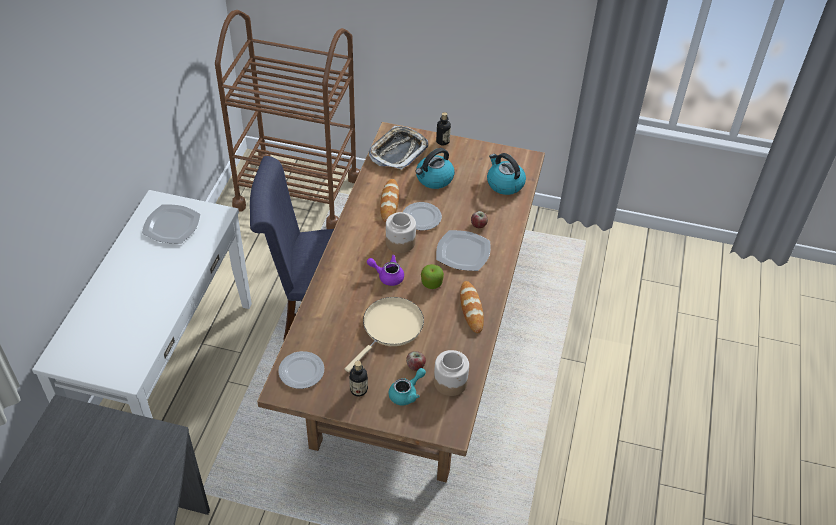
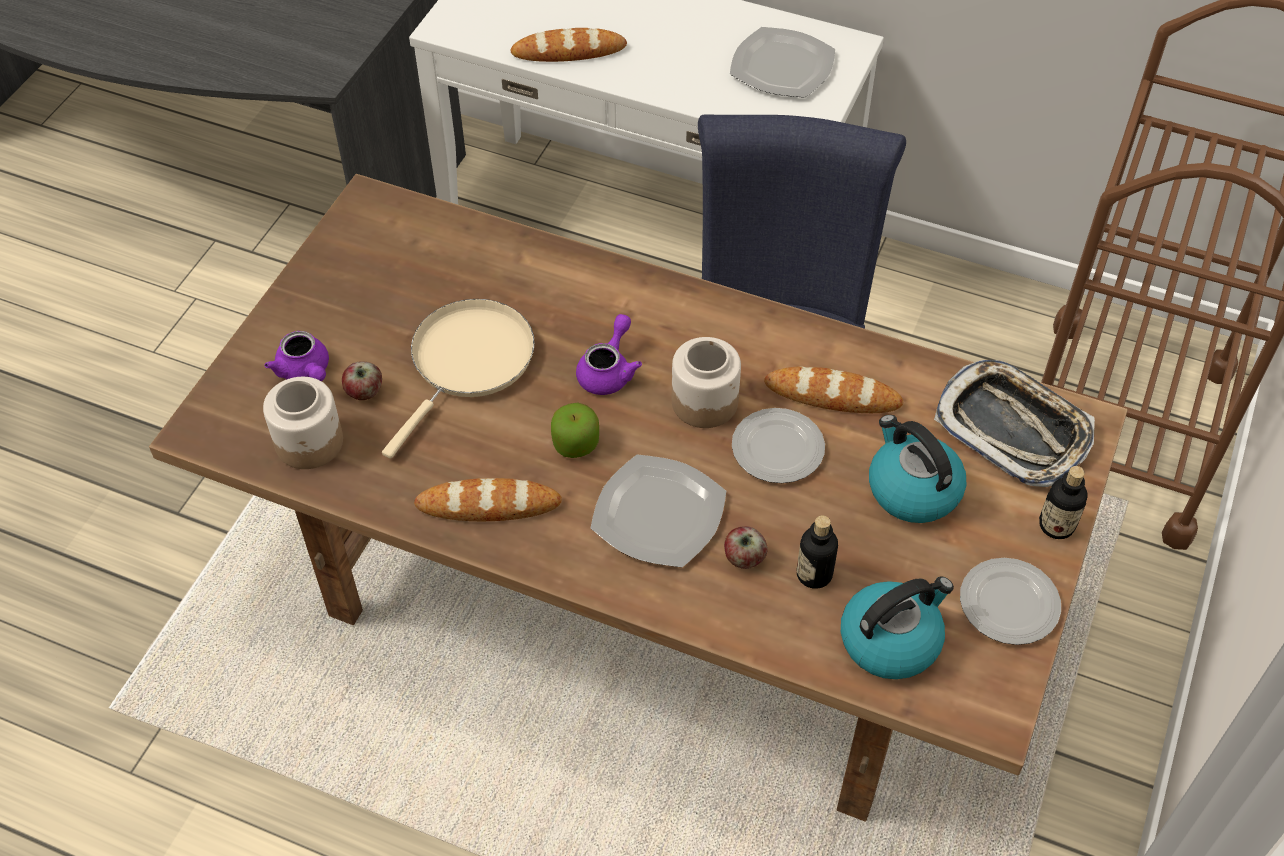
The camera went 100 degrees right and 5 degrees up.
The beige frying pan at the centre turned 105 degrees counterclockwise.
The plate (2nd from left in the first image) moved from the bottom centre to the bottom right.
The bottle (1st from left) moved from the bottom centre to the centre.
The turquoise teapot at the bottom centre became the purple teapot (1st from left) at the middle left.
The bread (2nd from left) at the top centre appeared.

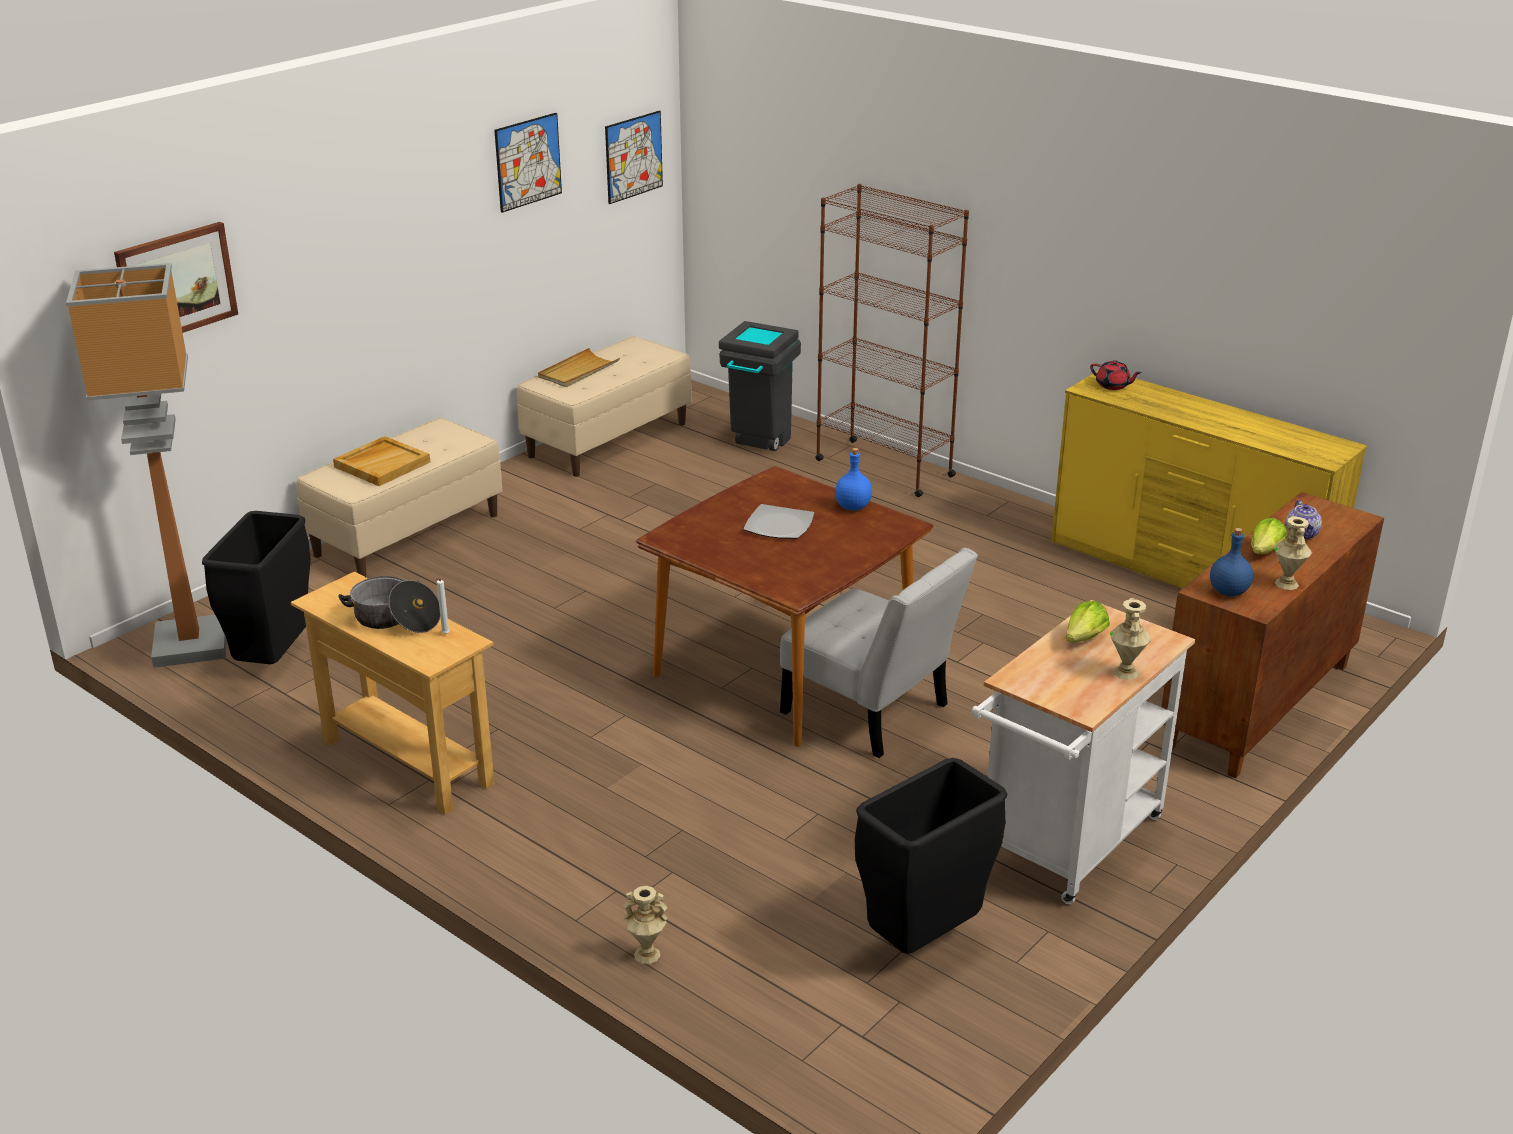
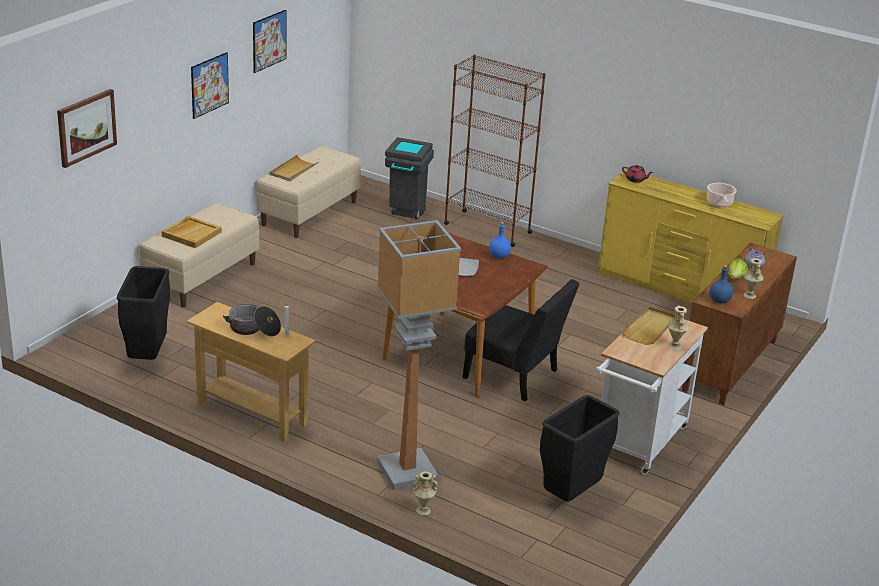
The camera went 10 degrees left and 0 degrees up.
The picture (3rd from left in the first image) moved from the top centre to the top left.
The floor lamp moved from the middle left to the centre.
The white chair at the centre became the black chair at the centre.
The lettuce (1st from left) at the middle right was replaced by the beige tray (3rd from left) at the middle right.
The cooking pot (2nd from left) at the top right appeared.

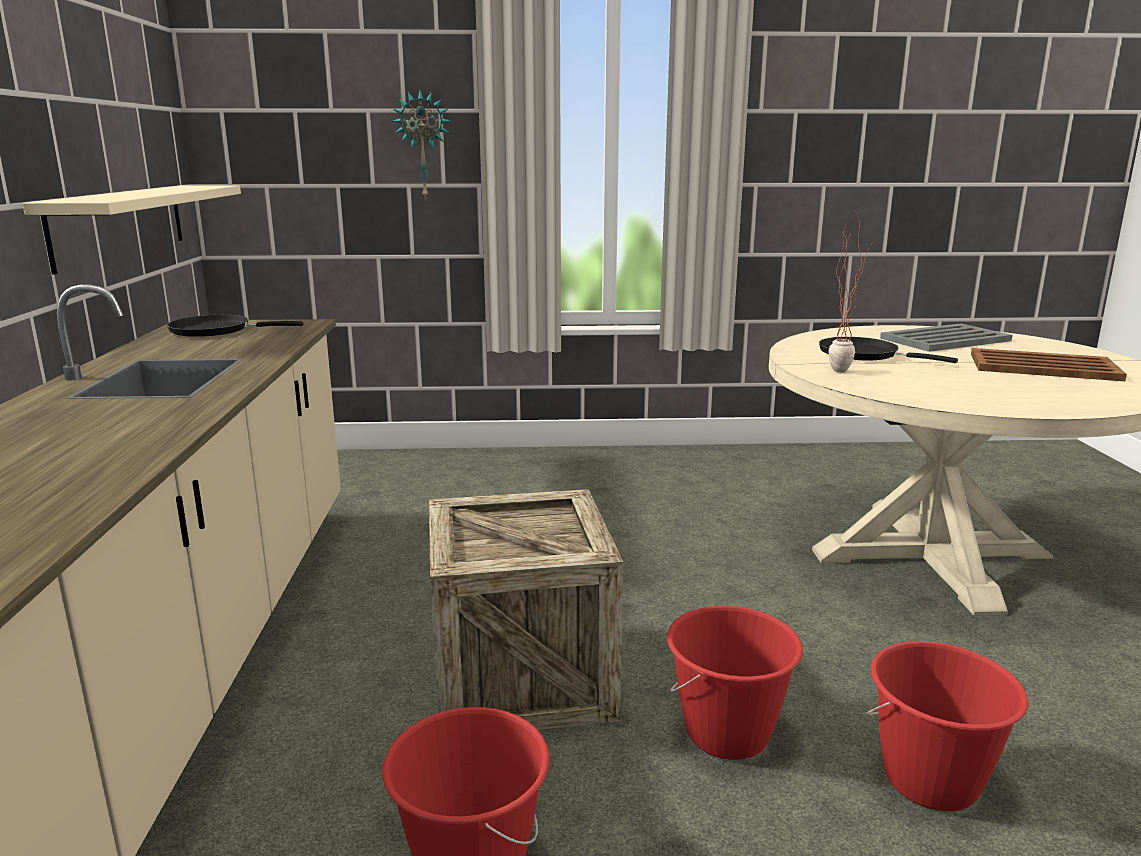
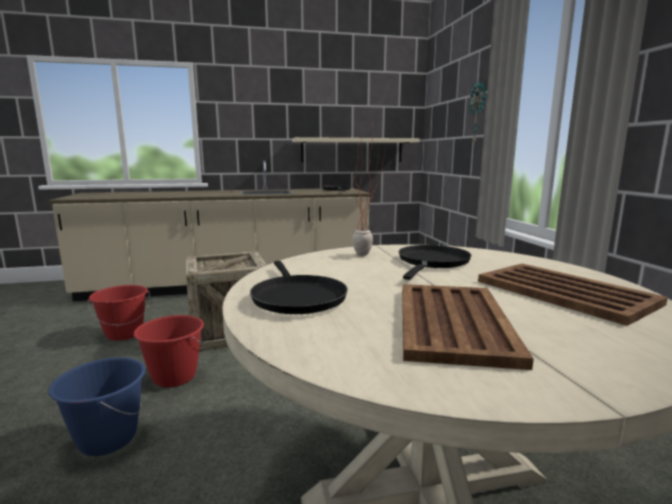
The camera went 80 degrees right and 5 degrees down.
The grey tray at the middle right became the brown tray (2nd from left) at the middle right.
The red bucket (3rd from left) at the bottom right became the blue bucket at the bottom left.
The black frying pan (1st from left) at the centre appeared.

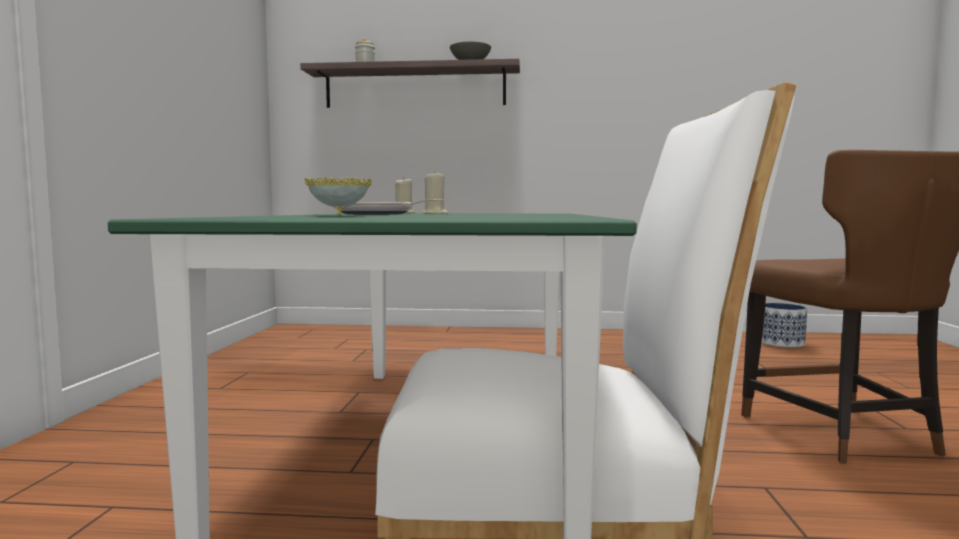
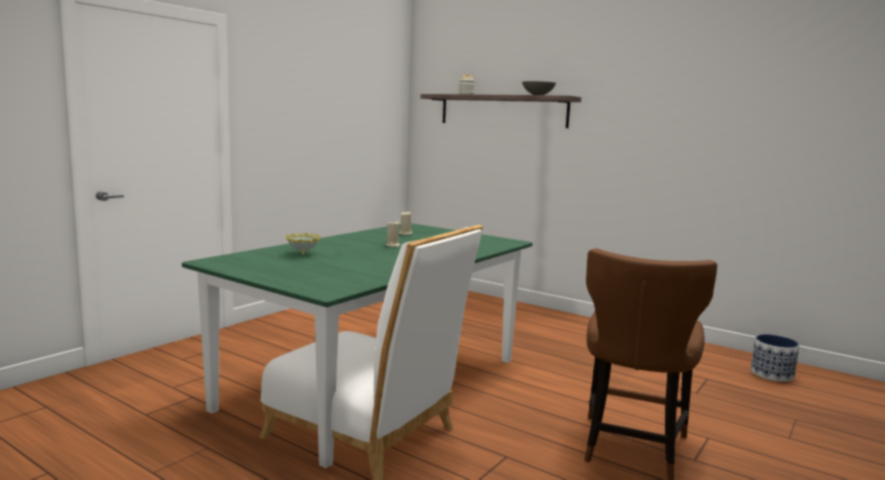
The camera went 30 degrees right and 5 degrees up.
The frying pan at the centre disappeared.

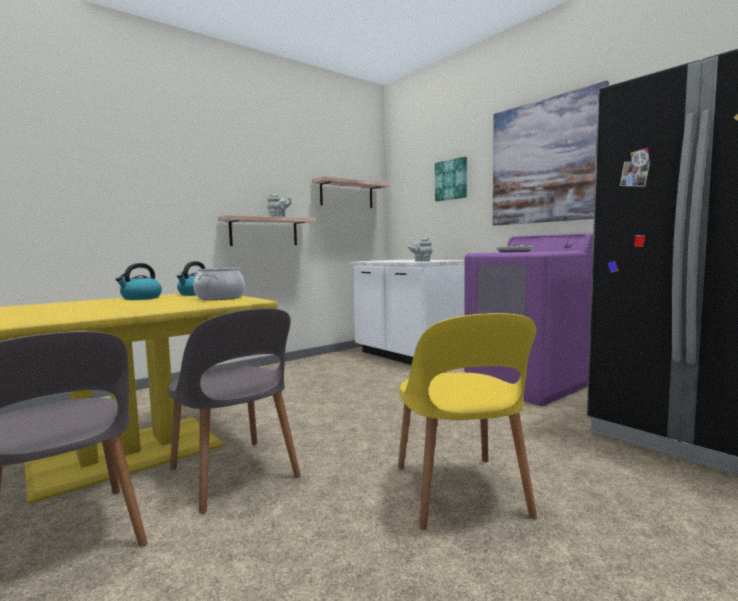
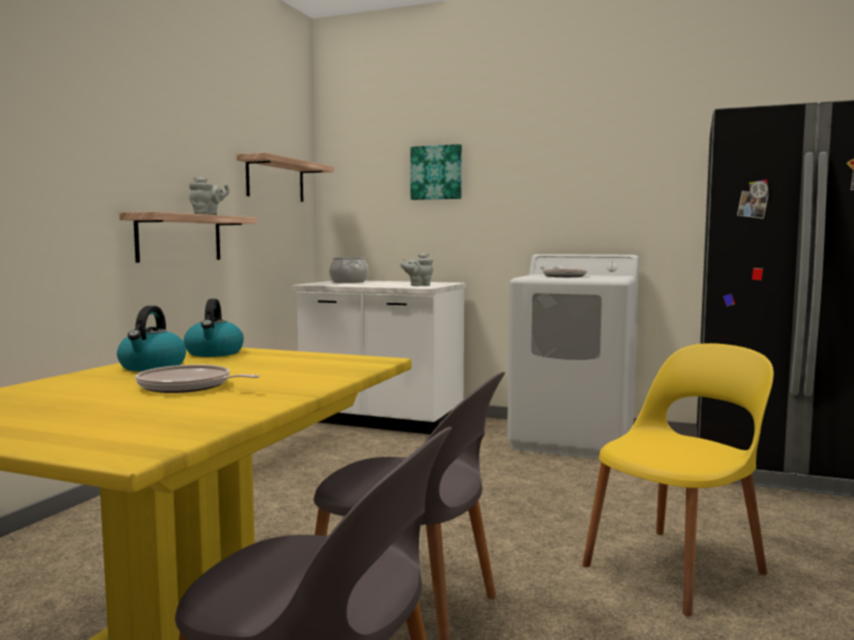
The camera went 30 degrees left and 0 degrees up.
The picture (2nd from left) at the top right disappeared.
The purple washing machine at the middle right became the white washing machine at the middle right.
The cooking pot moved from the middle left to the centre.
The yellow chair at the bottom centre turned 90 degrees counterclockwise.
The frying pan (1st from left) at the middle left appeared.

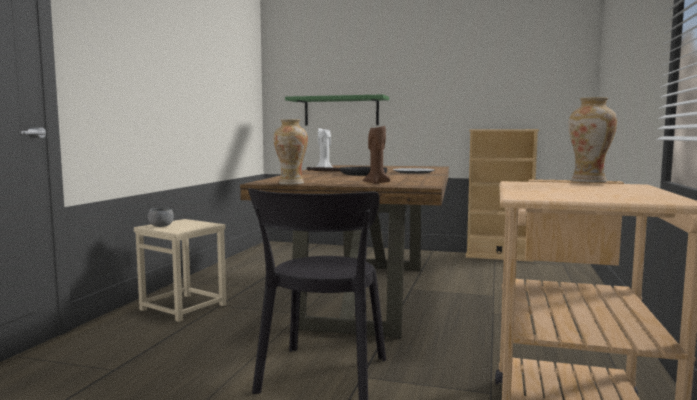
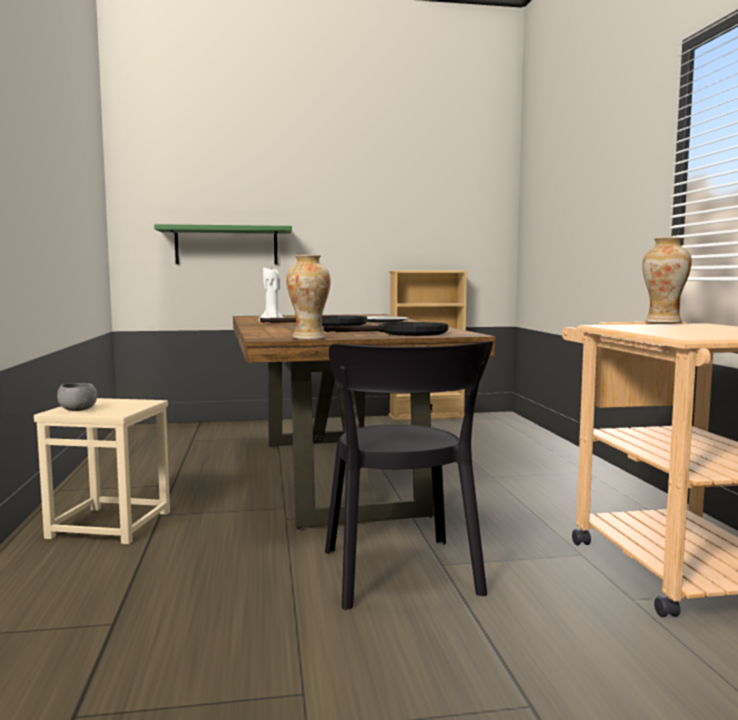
The camera went 25 degrees left and 0 degrees up.
The brown candle at the centre was replaced by the black frying pan (2nd from left) at the centre.

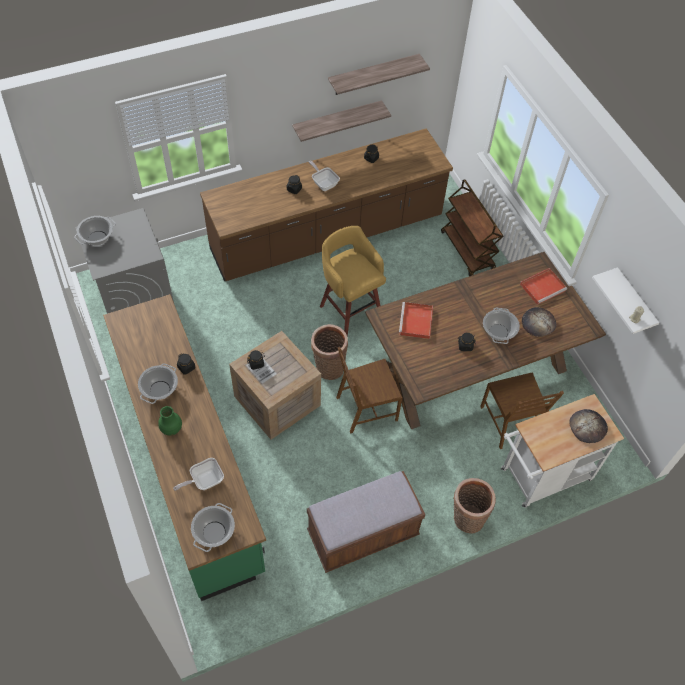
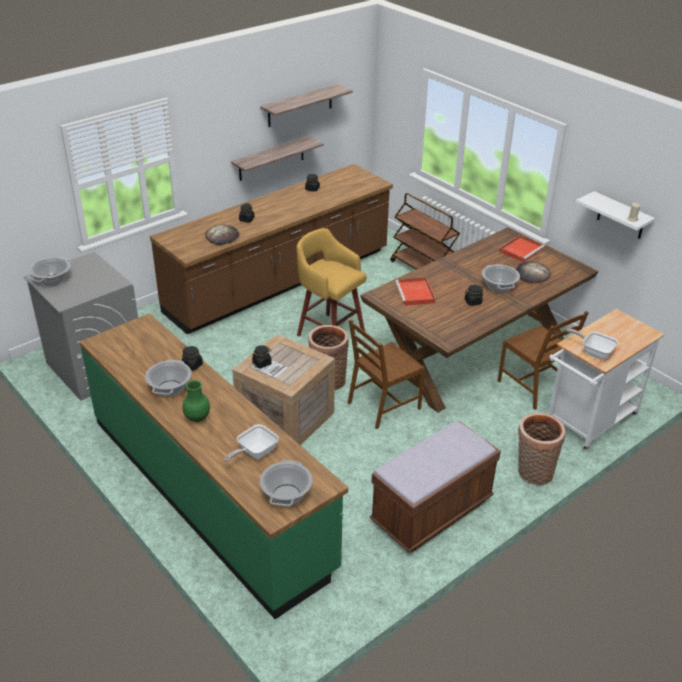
The camera went 15 degrees left and 20 degrees down.
The frying pan (2nd from left) moved from the top centre to the middle right.
The bread (2nd from left in the first image) moved from the middle right to the middle left.

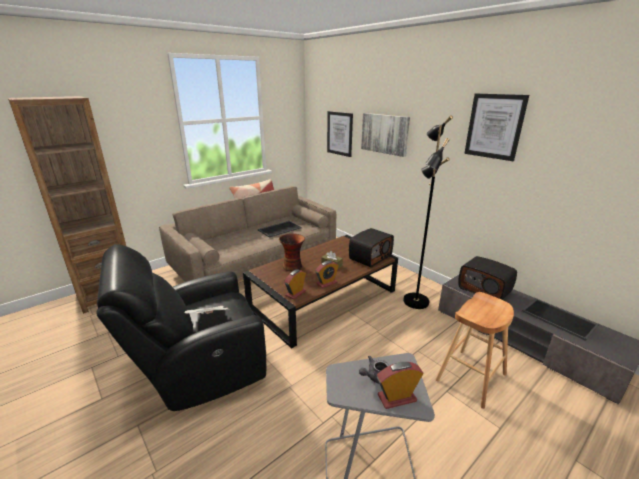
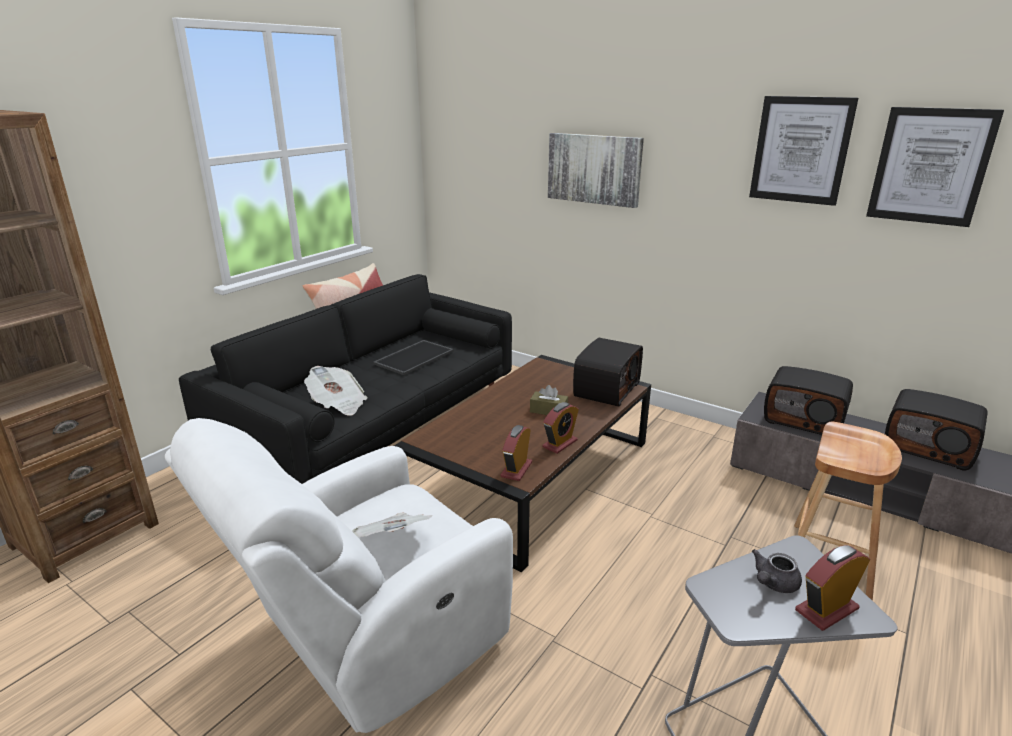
The camera went 15 degrees left and 0 degrees up.
The picture (1st from left in the first image) moved from the top centre to the top right.
The black floor lamp at the middle right disappeared.
The beige sofa at the centre became the black sofa at the centre.
The vase at the centre disappeared.
The black armchair at the bottom left became the white armchair at the bottom centre.
The tray (2nd from left) at the middle right was replaced by the radio (3rd from left) at the middle right.
The newspaper (1st from left) at the middle left appeared.

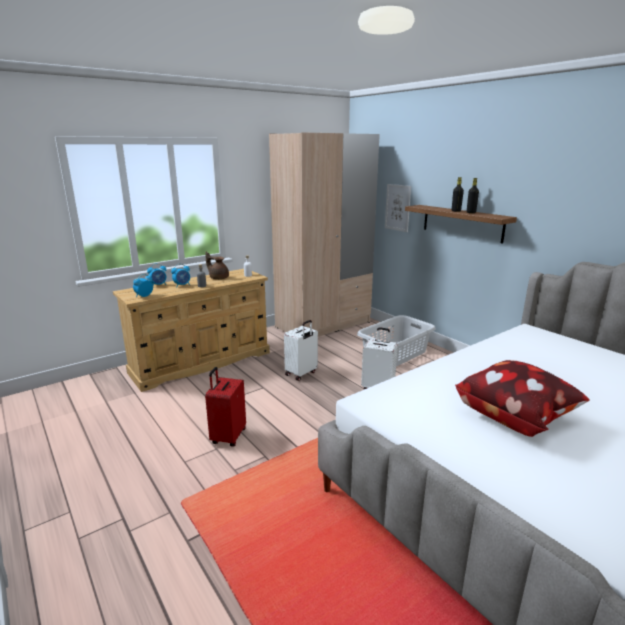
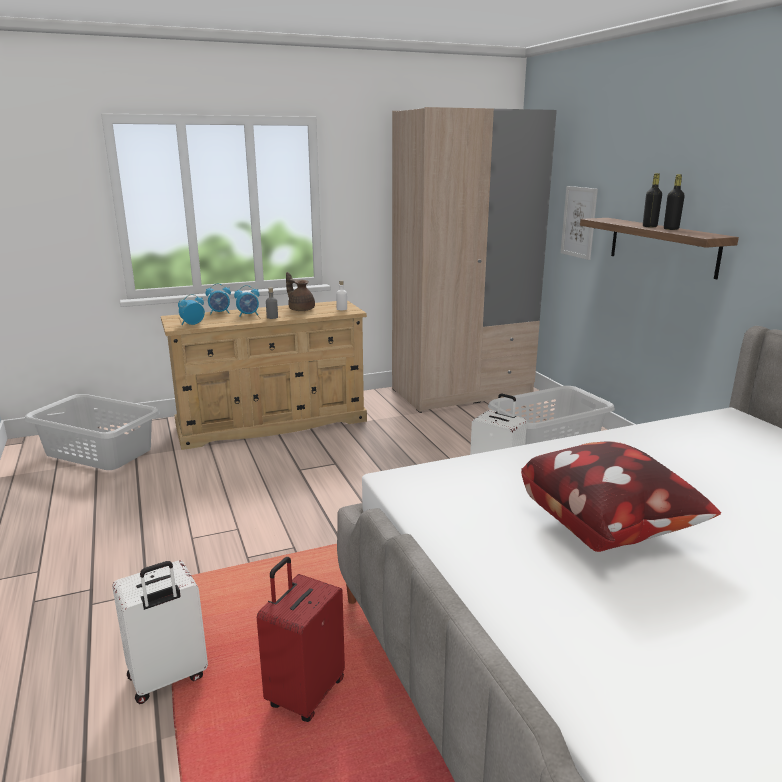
The camera went 15 degrees right and 0 degrees up.
The white suitcase (1st from left) moved from the centre to the bottom left.
The red suitcase moved from the centre to the bottom centre.
The grey laundry basket (1st from left) at the middle left appeared.

